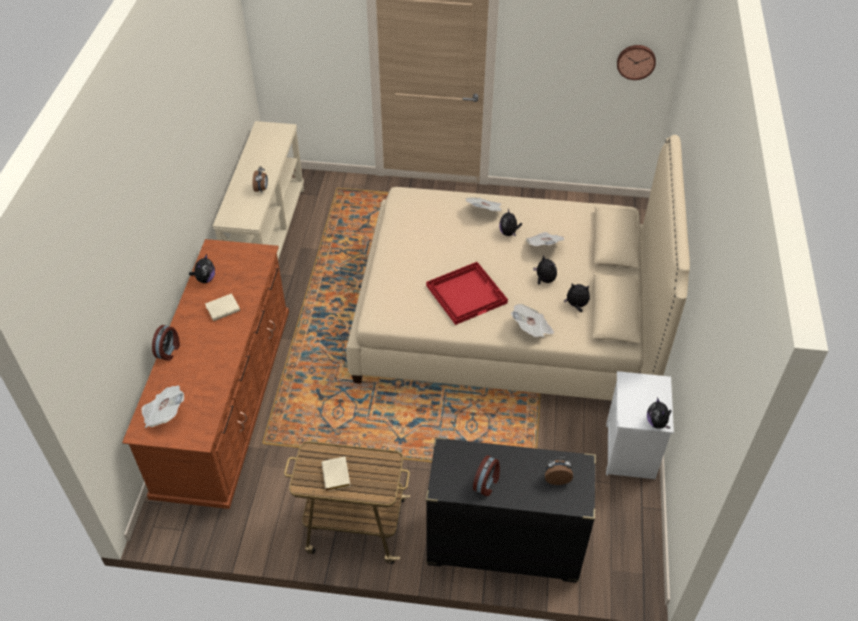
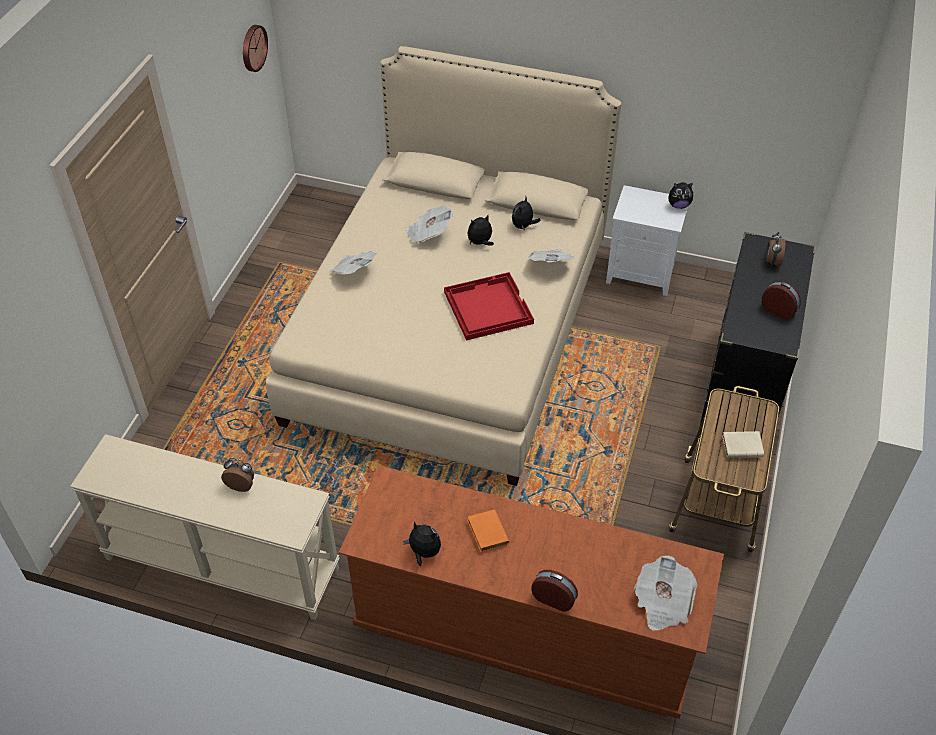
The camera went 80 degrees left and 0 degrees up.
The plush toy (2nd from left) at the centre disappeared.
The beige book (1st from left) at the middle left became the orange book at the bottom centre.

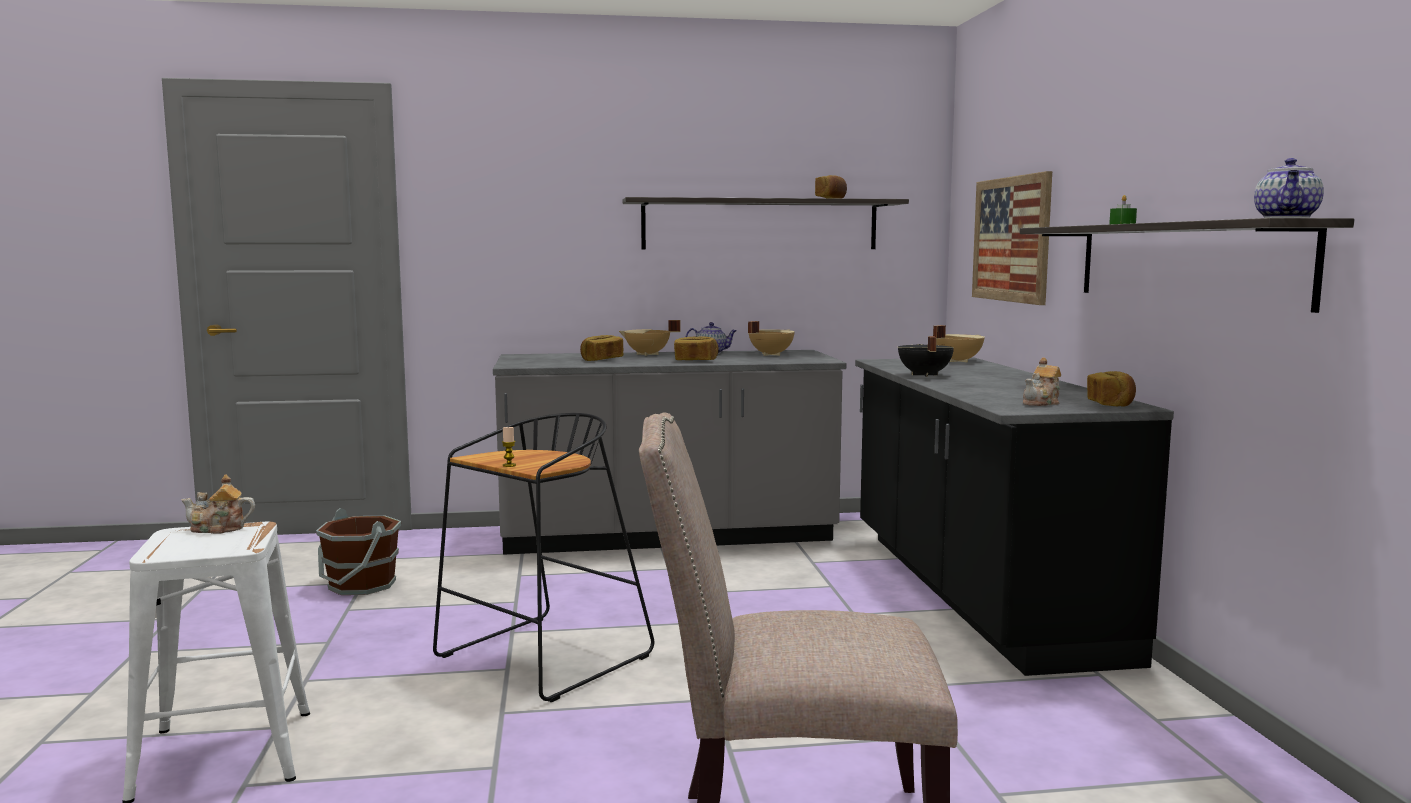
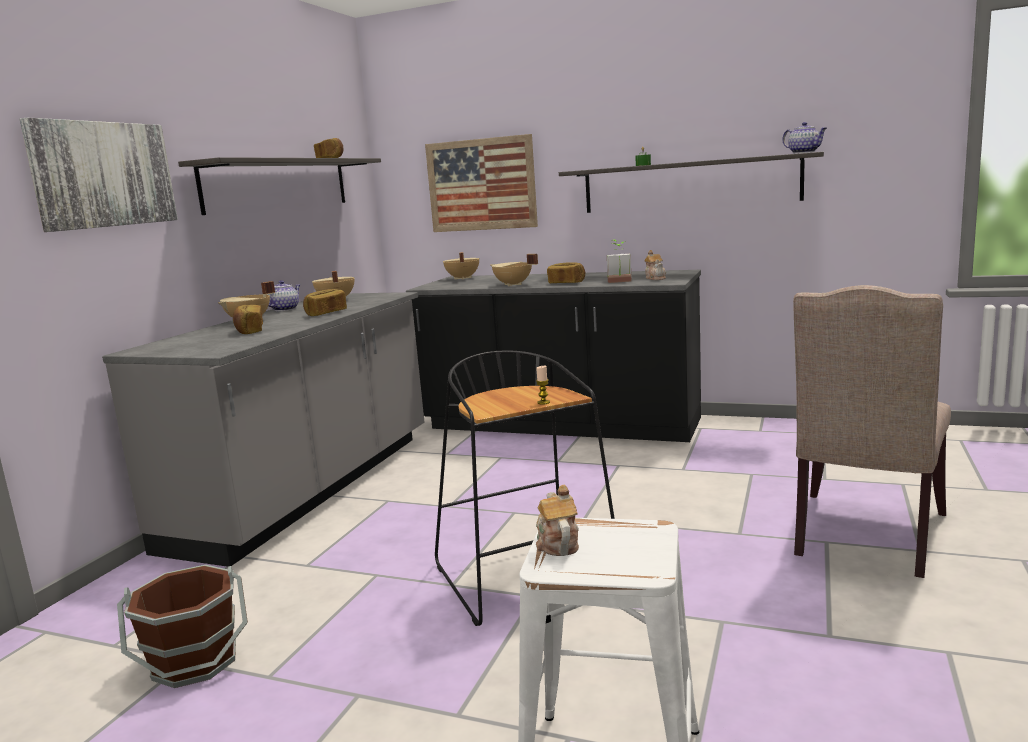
The camera went 60 degrees left and 5 degrees up.
The black cooking pot at the centre became the beige cooking pot (4th from left) at the centre.
The bread (4th from left) moved from the middle right to the centre.
The teapot (1st from left in the first image) at the middle left turned 150 degrees clockwise.
The picture (1st from left) at the top left appeared.
The potted plant at the centre appeared.

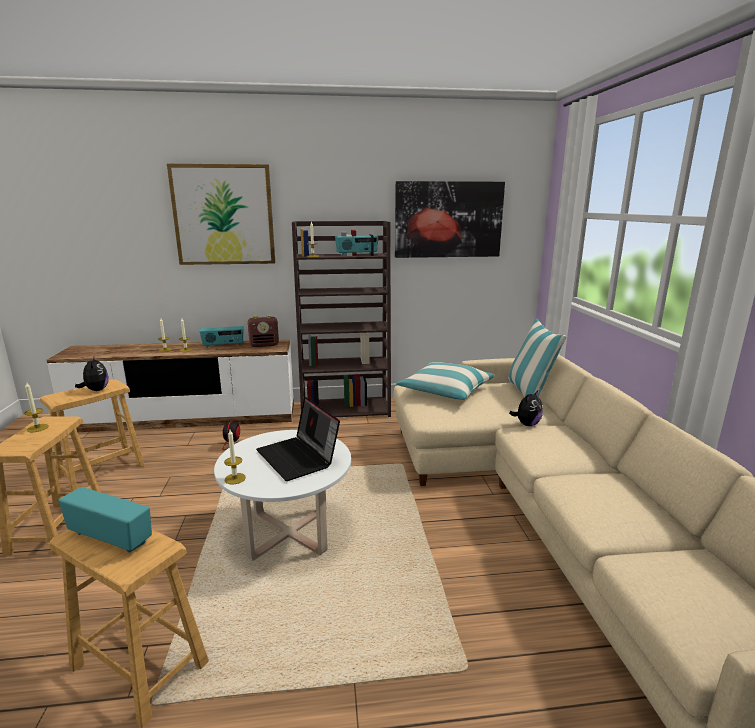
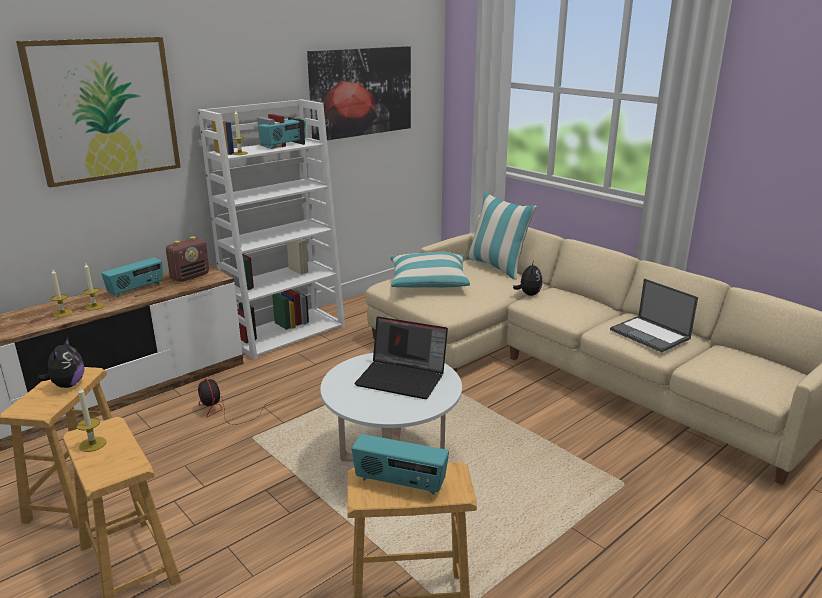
The camera went 35 degrees left and 5 degrees up.
The brown bookcase at the centre became the white bookcase at the middle left.
The plush toy (1st from left) at the middle left turned 60 degrees clockwise.
The candle (4th from left) at the middle left disappeared.
The radio (1st from left in the first image) at the bottom left turned 150 degrees counterclockwise.
The laptop (2nd from left) at the middle right appeared.

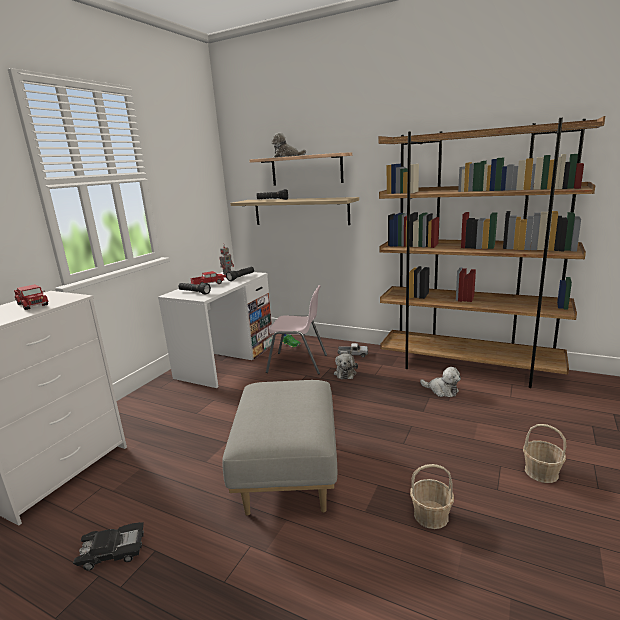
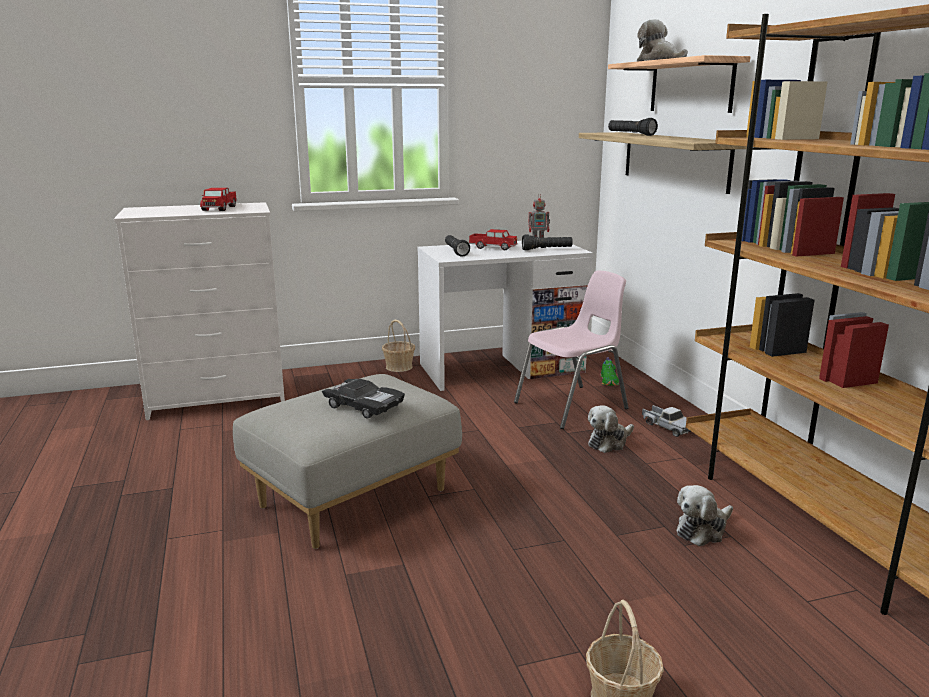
The camera went 45 degrees right and 0 degrees up.
The pink chair at the centre turned 90 degrees counterclockwise.
The plush toy (3rd from left) at the middle right turned 60 degrees clockwise.
The basket (1st from left) moved from the bottom right to the centre.
The black toy car moved from the bottom left to the centre.

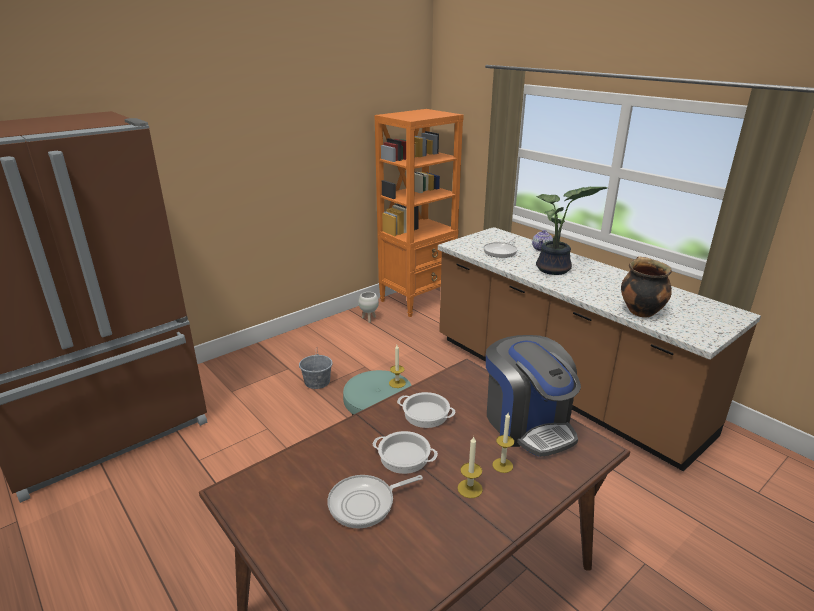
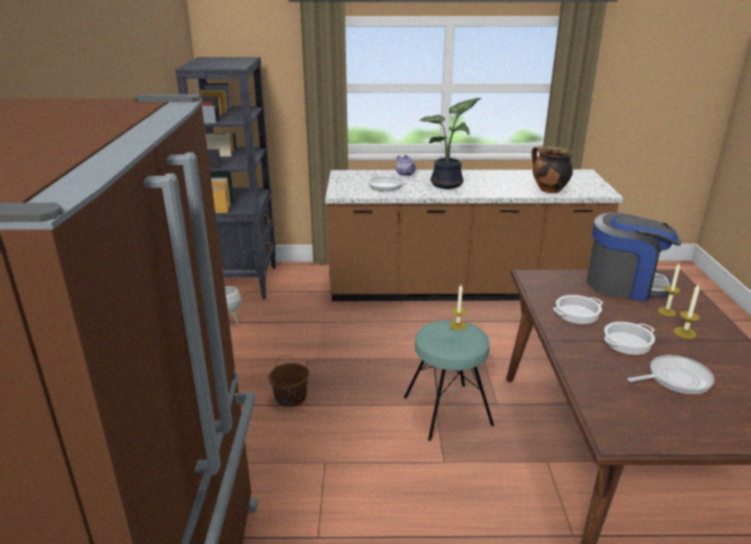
The camera went 50 degrees left and 0 degrees up.
The orange bookcase at the centre became the black bookcase at the top left.
The grey bucket at the centre became the brown bucket at the bottom centre.
The frying pan (1st from left in the first image) at the bottom centre turned 120 degrees counterclockwise.

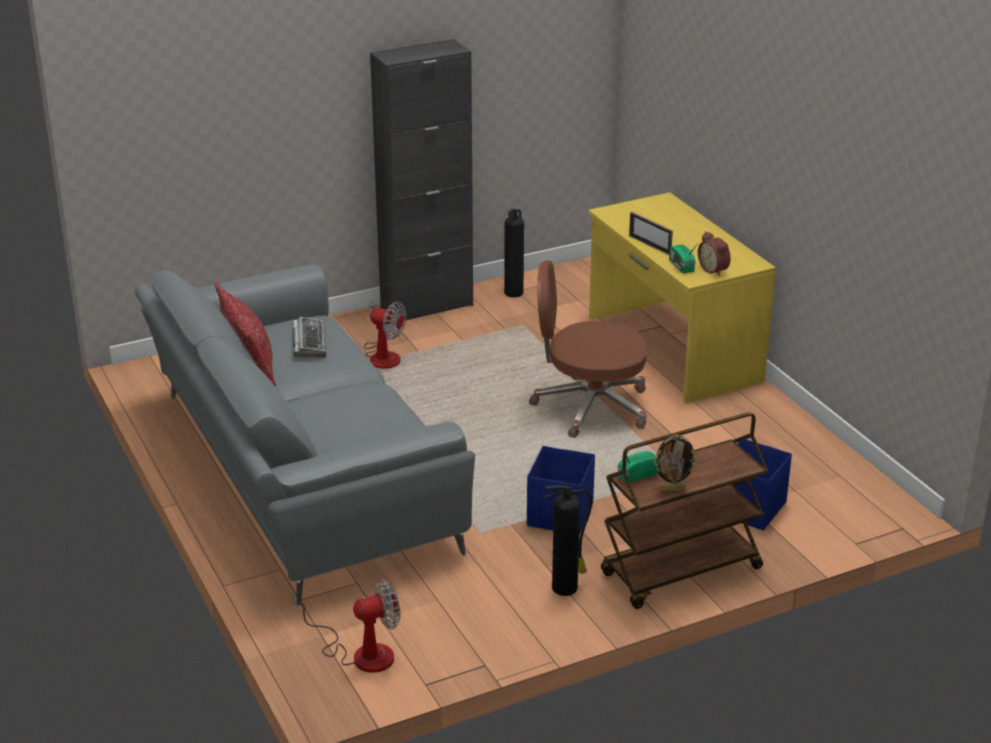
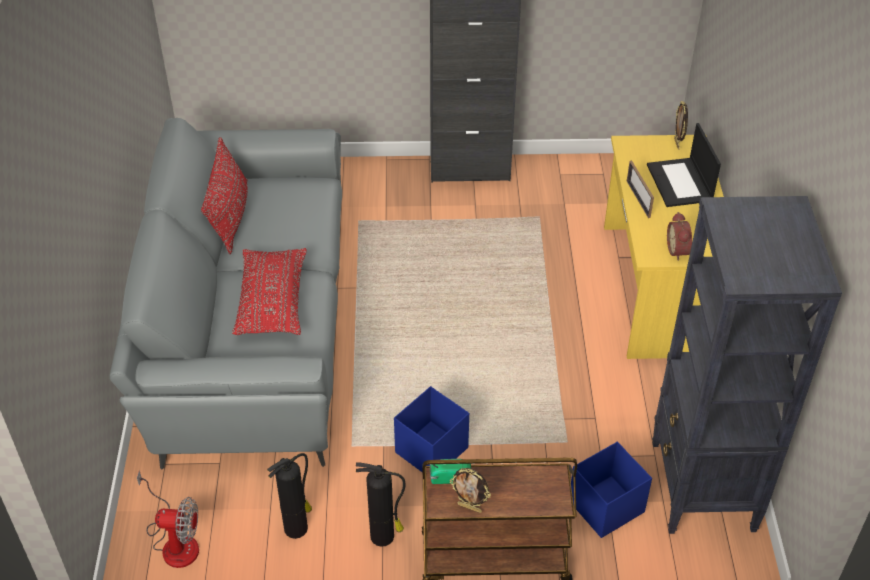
The camera went 25 degrees right and 15 degrees up.
The fire extinguisher (1st from left) moved from the centre to the bottom left.
The radio (2nd from left) at the middle right disappeared.
The brown office chair at the centre disappeared.
The fan (2nd from left) at the centre disappeared.
The keyboard at the middle left disappeared.
The picture frame (3rd from left) at the top right appeared.
The laptop at the top right appeared.
The black bookcase at the middle right appeared.
The red pillow (2nd from left) at the middle left appeared.

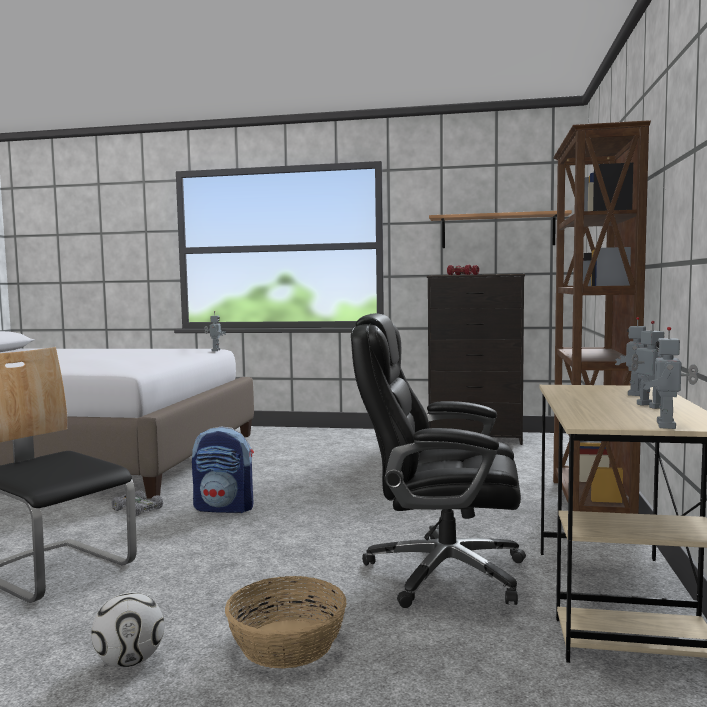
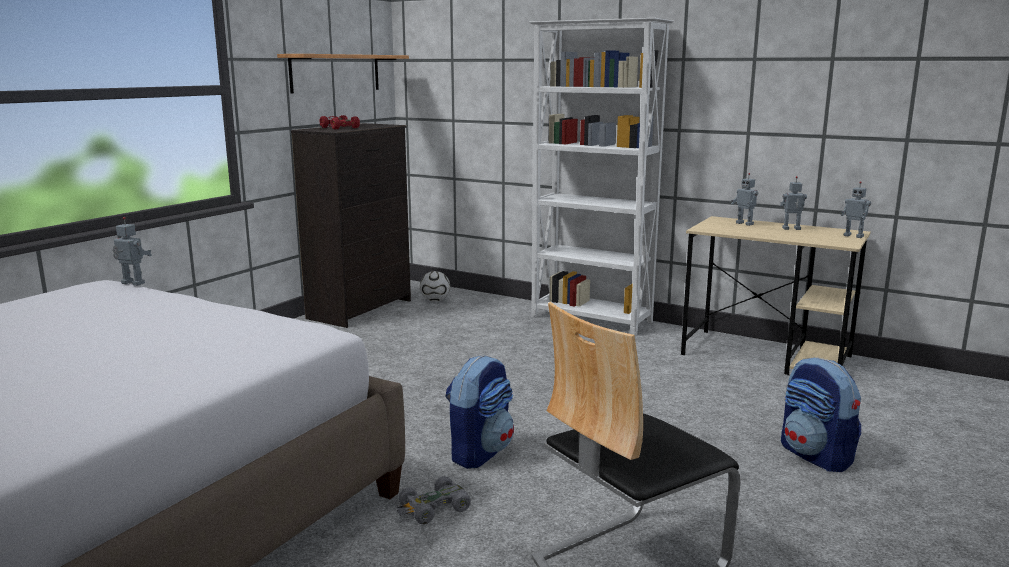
The camera went 70 degrees left and 10 degrees up.
The brown bookcase at the middle right became the white bookcase at the top centre.
The black office chair at the centre disappeared.
The basket at the bottom centre was replaced by the backpack (2nd from left) at the bottom right.
The football moved from the bottom left to the centre.

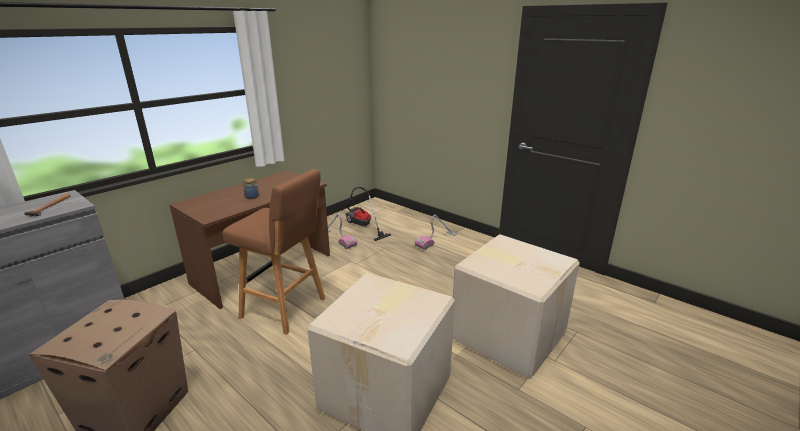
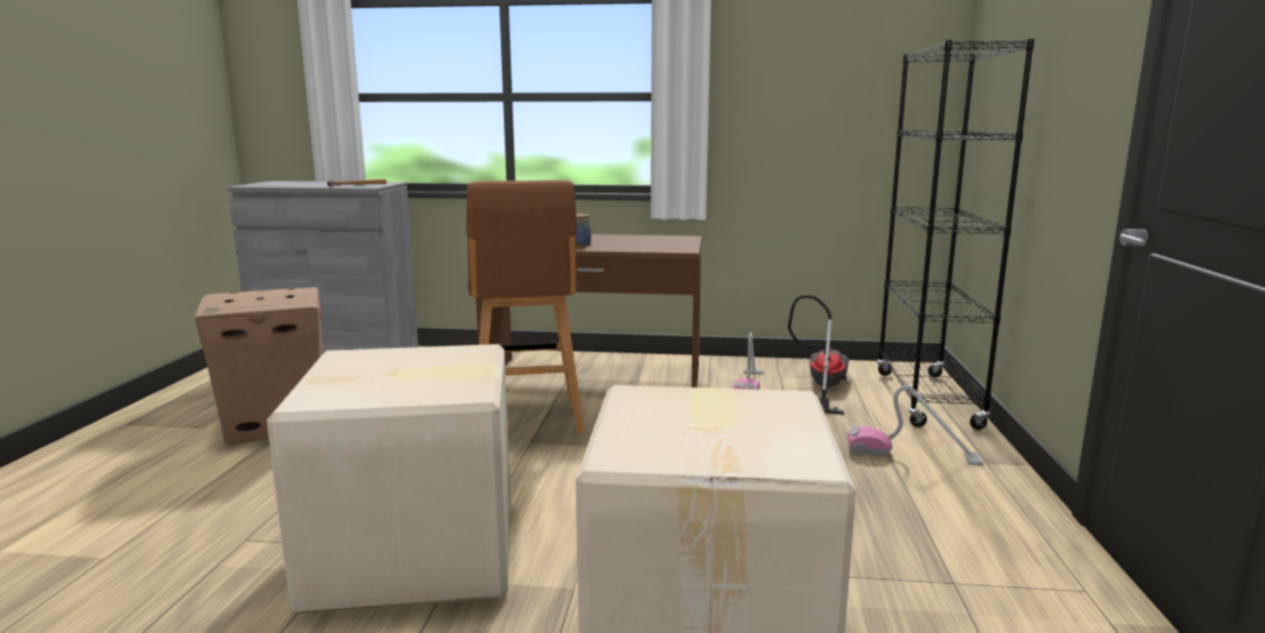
The camera went 55 degrees right and 10 degrees down.
The black bookcase at the middle right appeared.

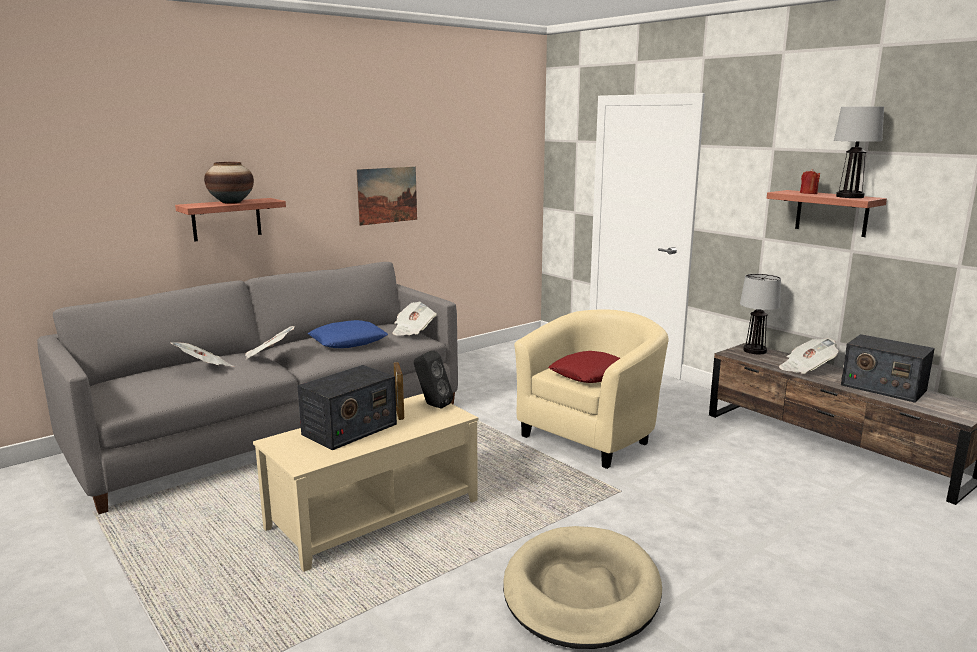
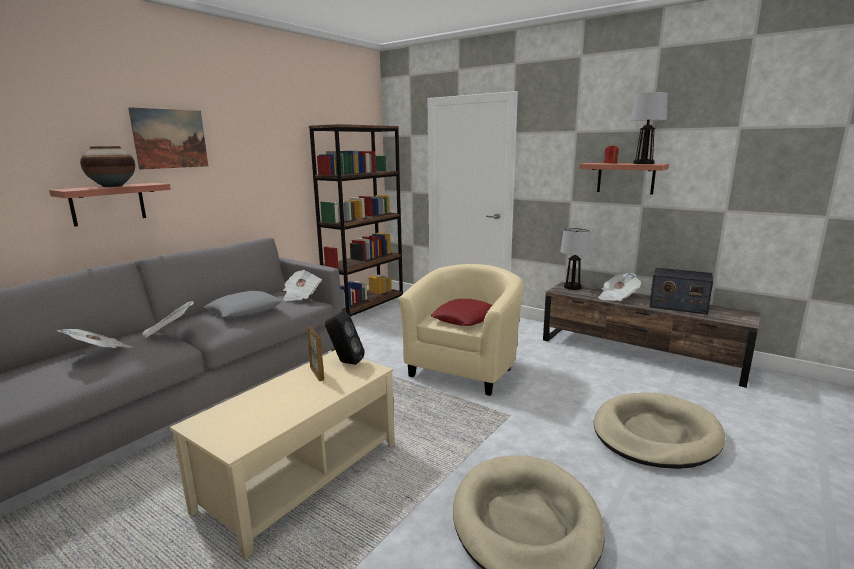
The camera went 15 degrees left and 0 degrees up.
The picture moved from the top centre to the top left.
The blue pillow at the centre became the grey pillow at the middle left.
The radio (1st from left) at the centre disappeared.
The brown bookcase at the centre appeared.
The beige dog bed (2nd from left) at the bottom right appeared.

